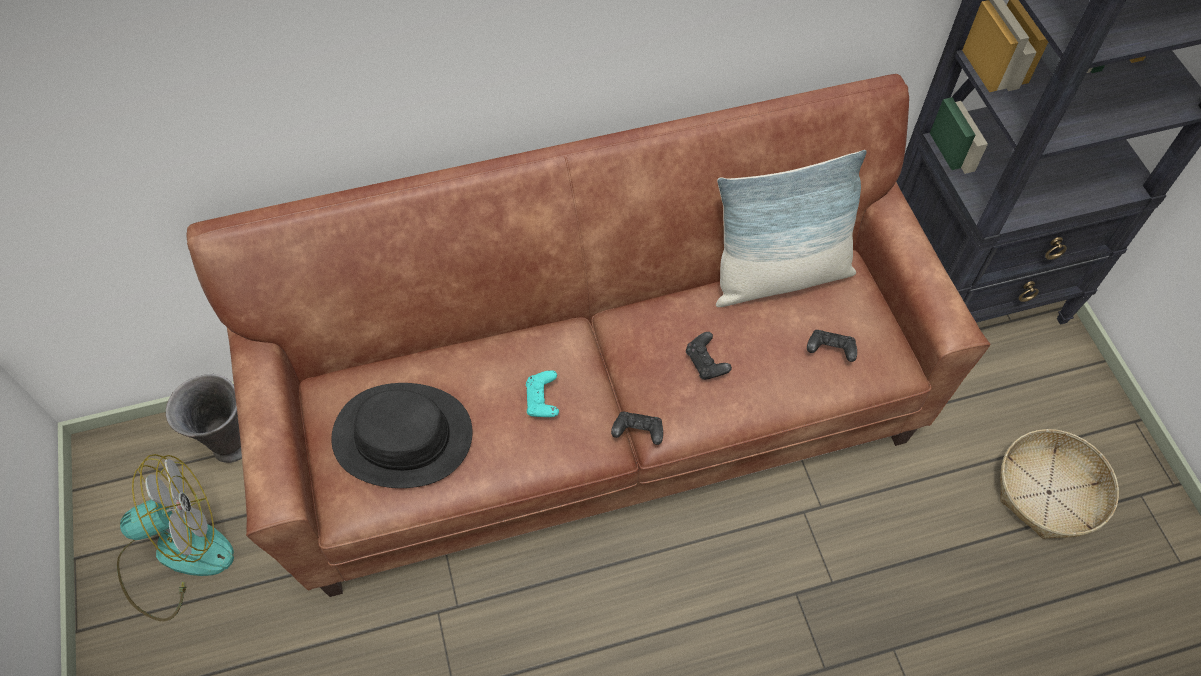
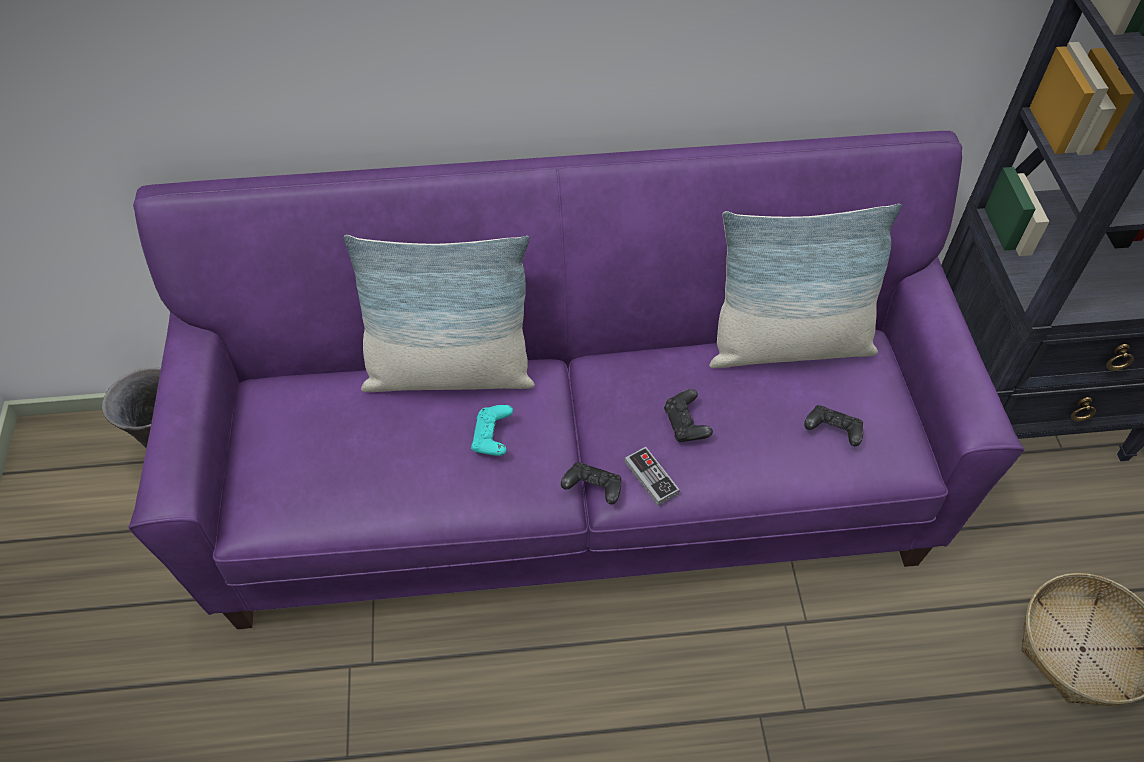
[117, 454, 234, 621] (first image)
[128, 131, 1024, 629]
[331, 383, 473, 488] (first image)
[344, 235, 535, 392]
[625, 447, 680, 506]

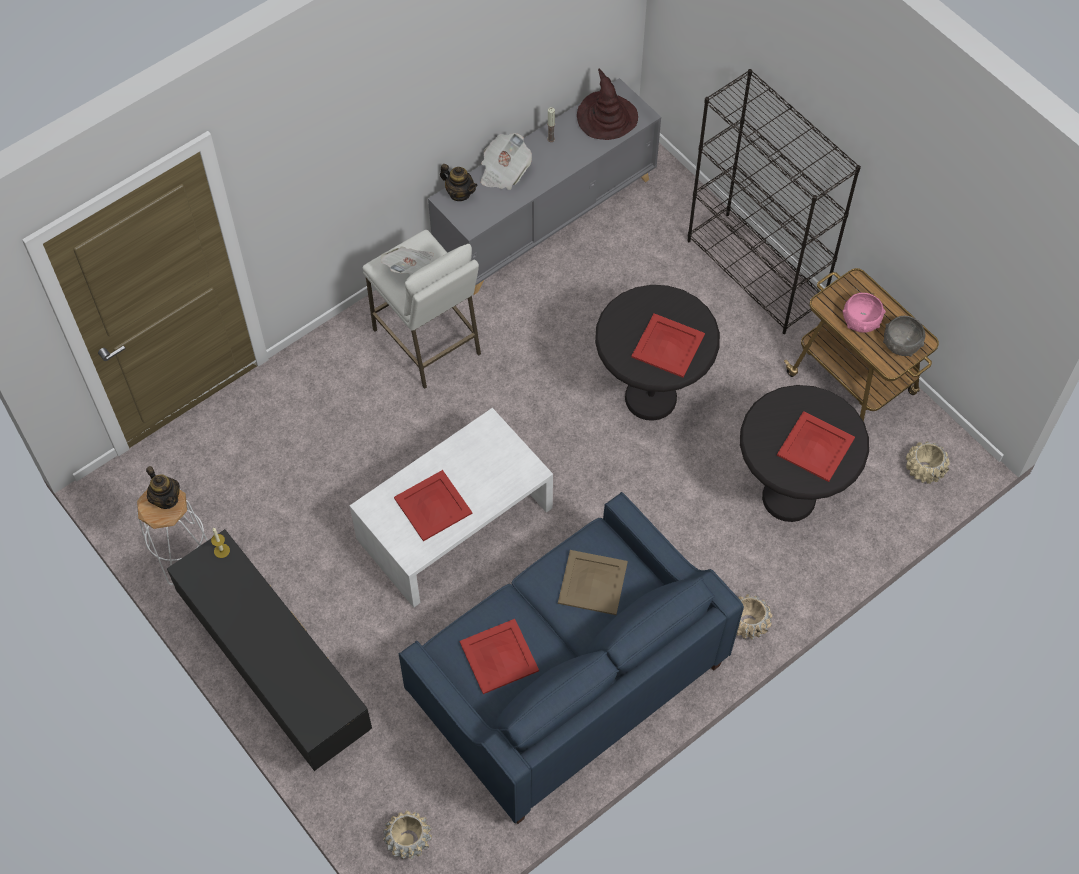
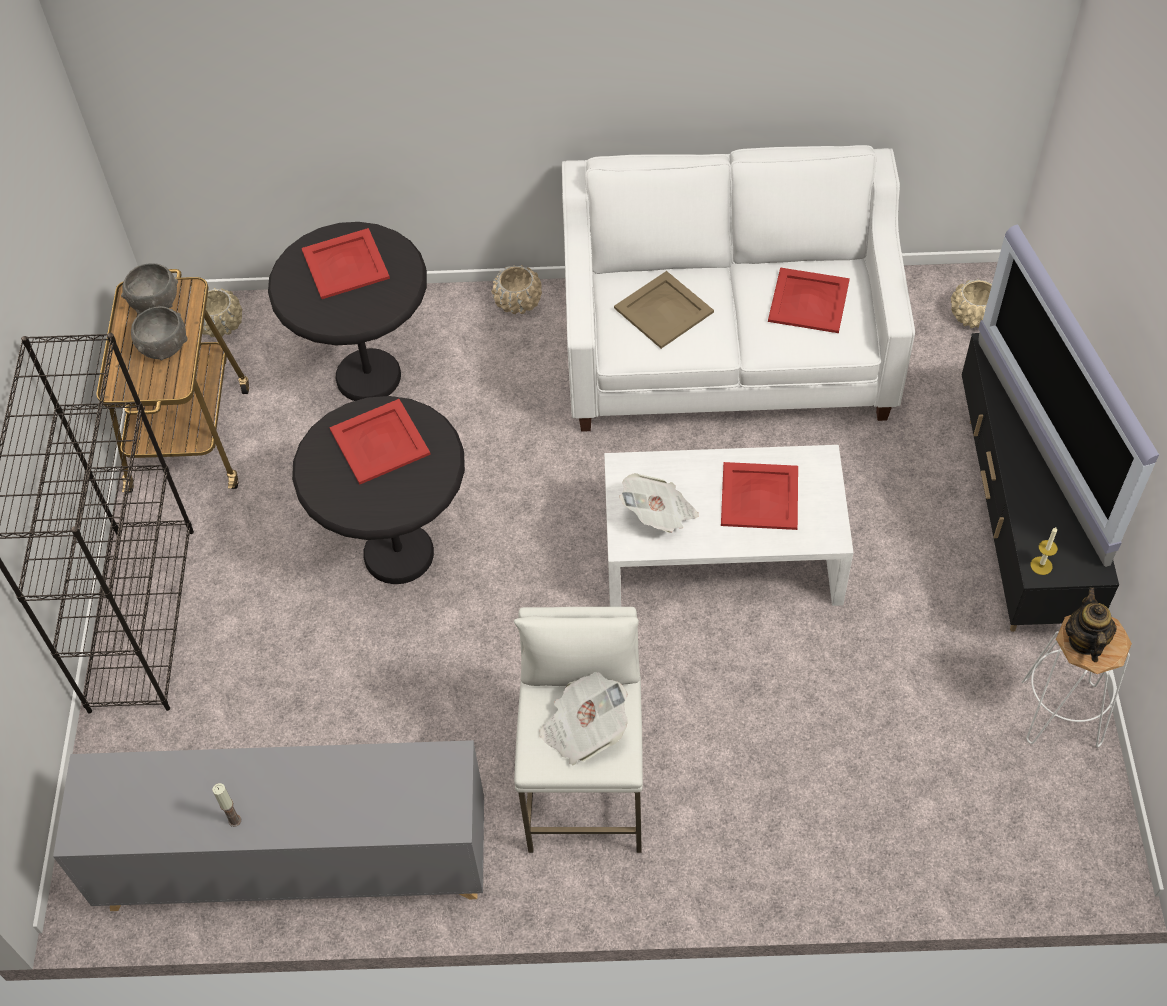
[562, 145, 915, 432]
[440, 164, 478, 201] (first image)
[619, 473, 699, 533]
[577, 68, 638, 140] (first image)
[131, 306, 188, 361]
[979, 224, 1159, 567]

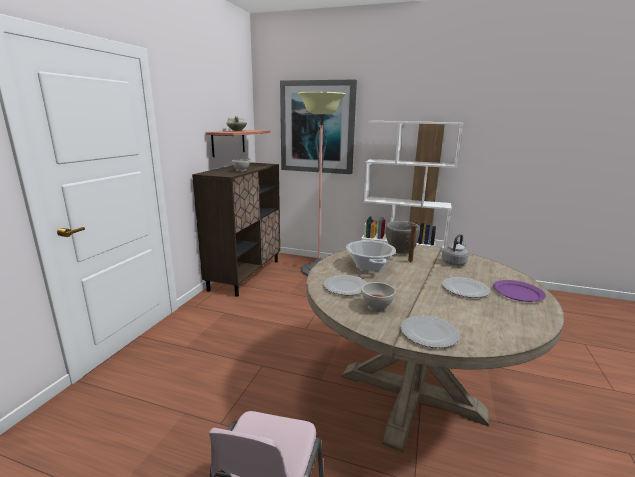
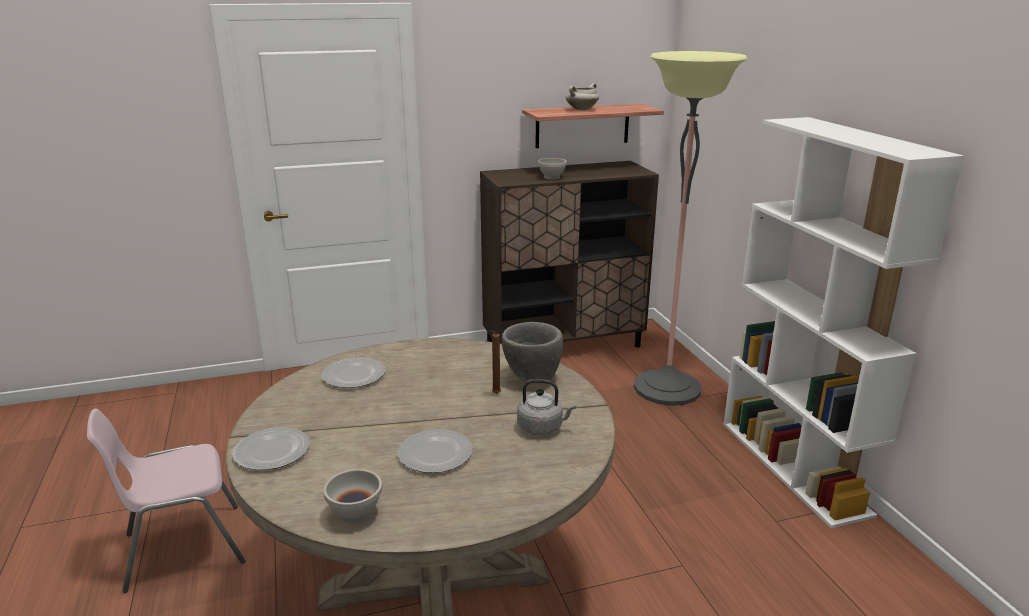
[280, 80, 357, 174] (first image)
[346, 240, 396, 271] (first image)
[323, 469, 382, 524]
[493, 280, 546, 302] (first image)

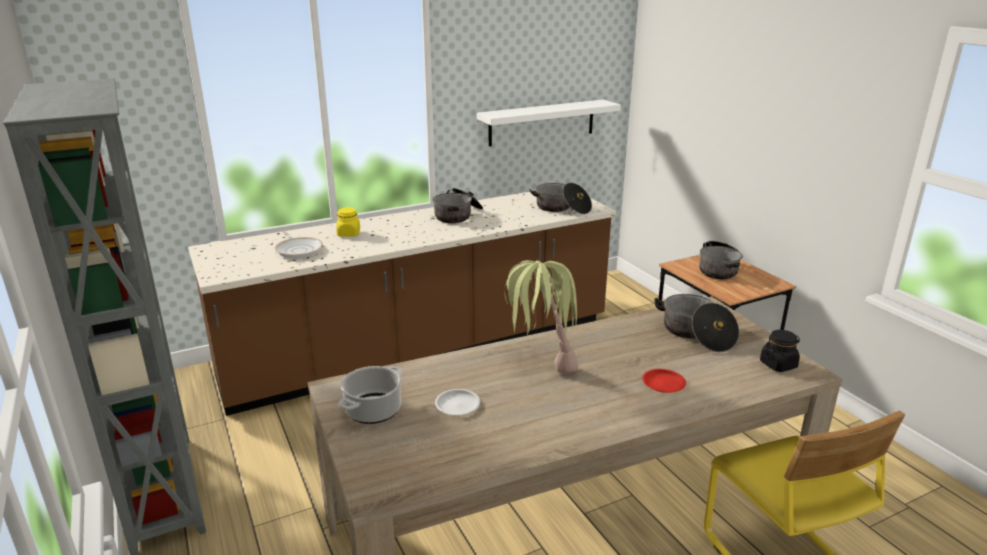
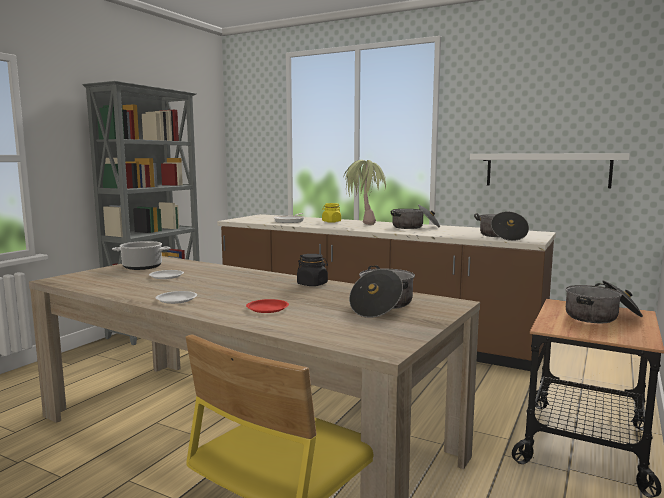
[343, 160, 386, 225]
[297, 254, 328, 286]
[156, 291, 197, 304]

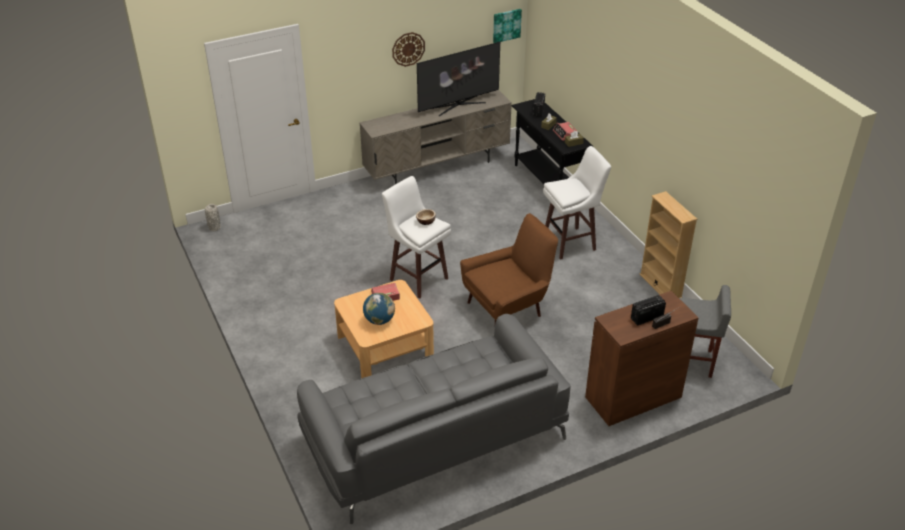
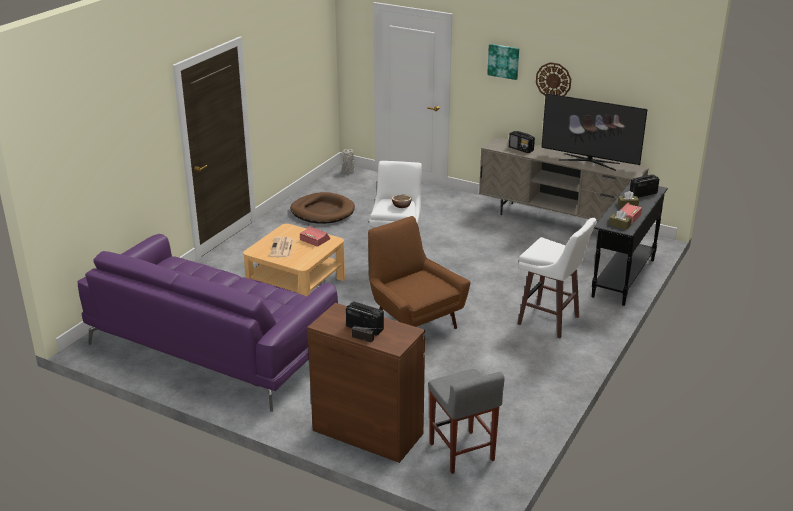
[77, 234, 338, 412]
[270, 237, 294, 257]
[368, 216, 470, 329]
[487, 44, 519, 80]
[639, 191, 697, 298] (first image)
[290, 192, 355, 224]
[509, 131, 535, 153]

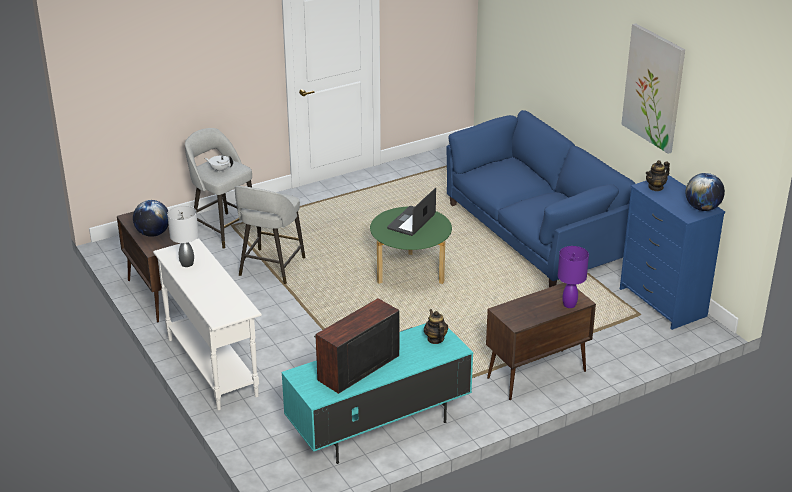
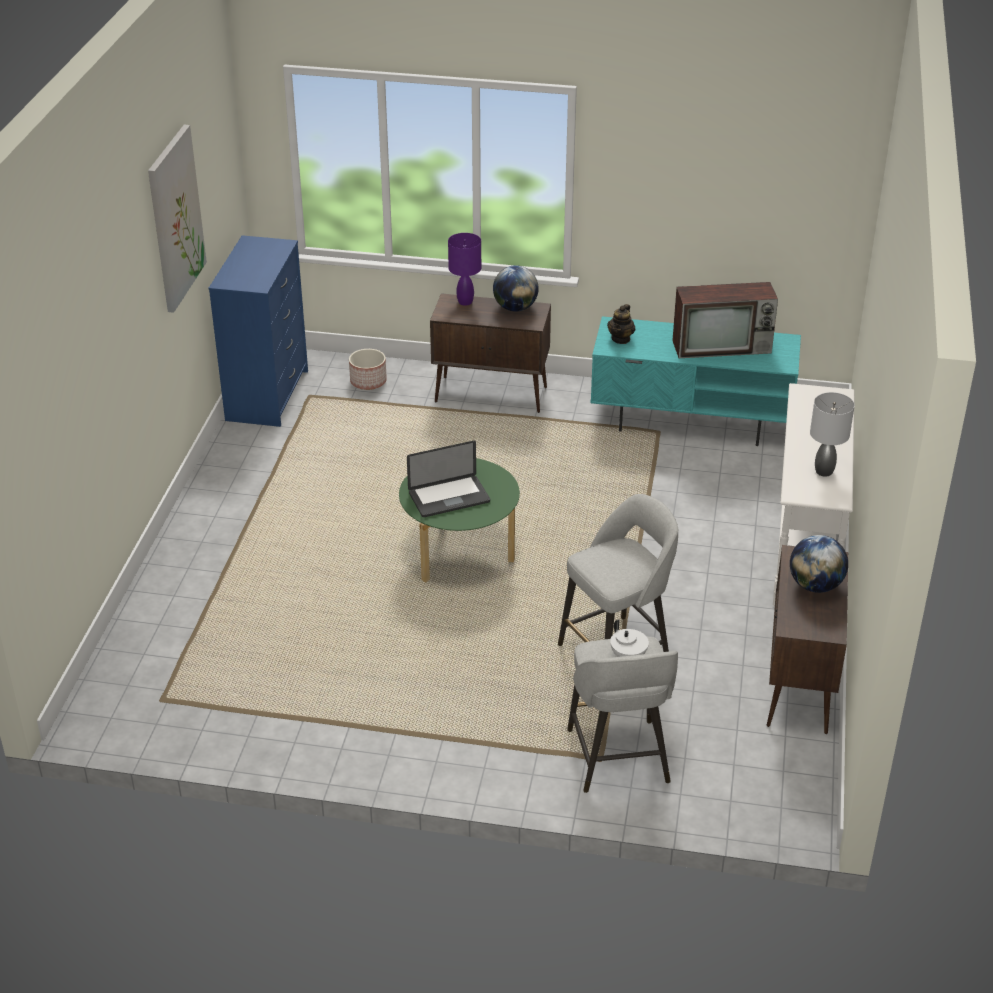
[446, 110, 636, 287] (first image)
[646, 160, 670, 191] (first image)
[493, 265, 539, 312]
[349, 349, 387, 390]

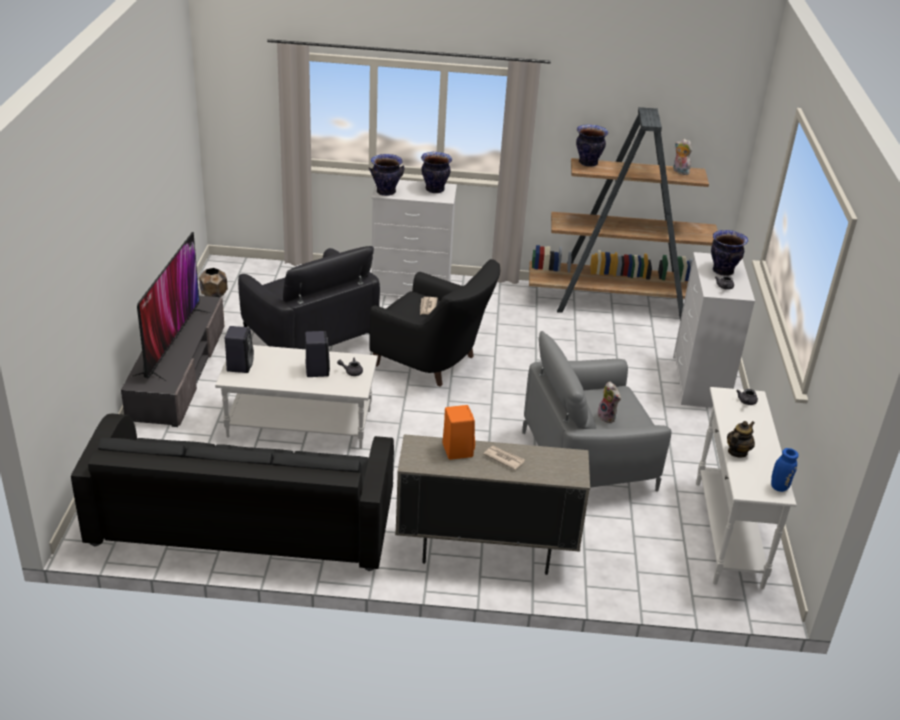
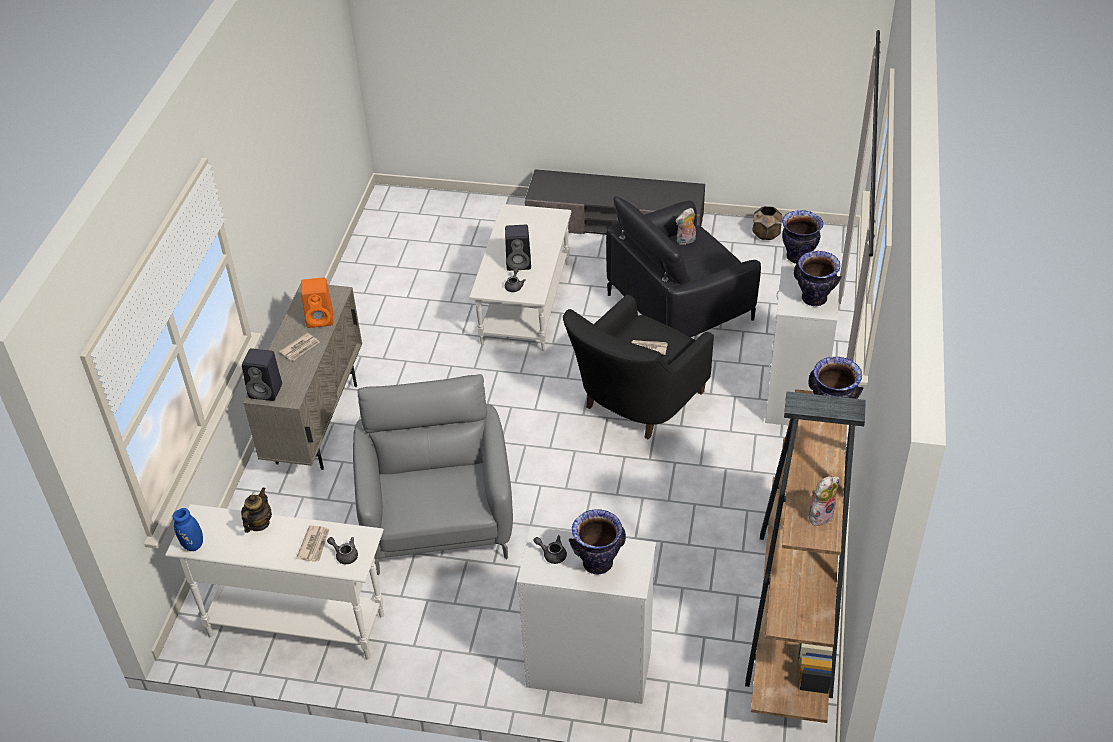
[71, 413, 394, 571] (first image)
[133, 232, 210, 381] (first image)
[242, 348, 282, 401]
[675, 208, 696, 245]
[241, 487, 272, 533]
[296, 525, 330, 562]

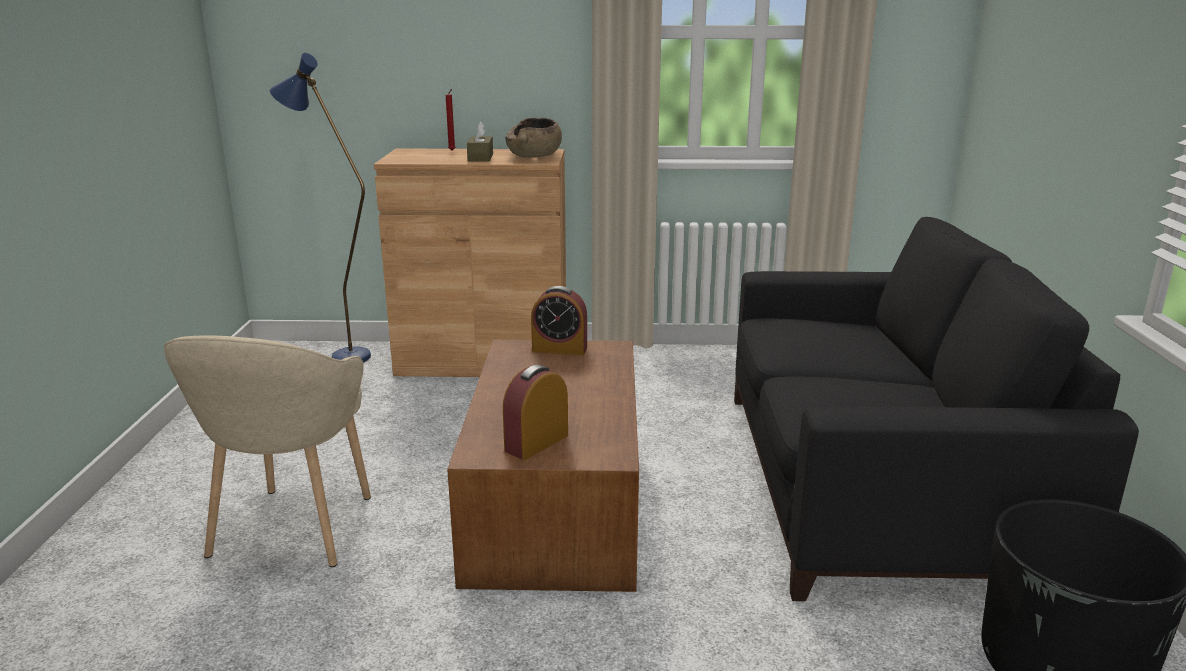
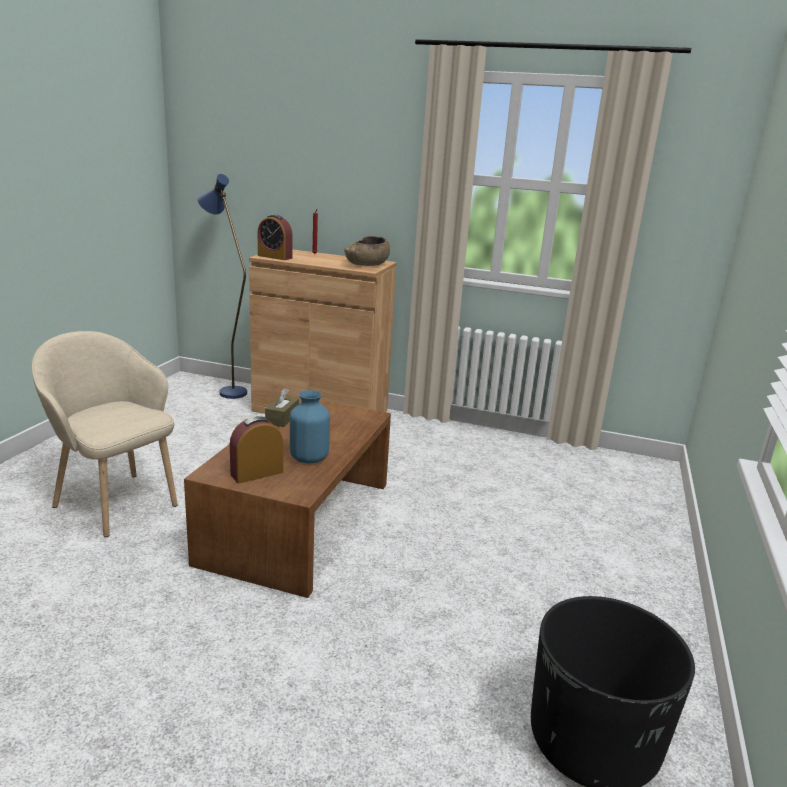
[32, 331, 178, 537]
[265, 389, 299, 427]
[258, 214, 293, 260]
[734, 217, 1139, 601] (first image)
[290, 390, 330, 464]

